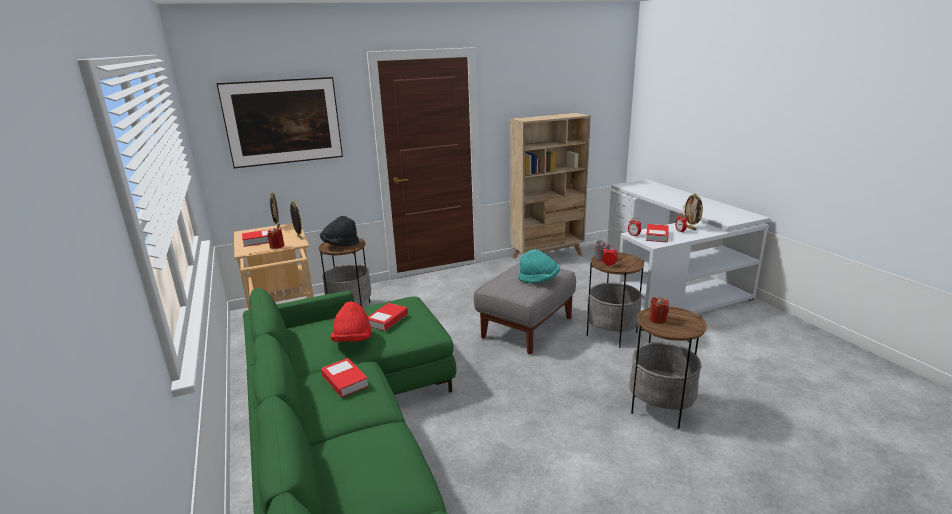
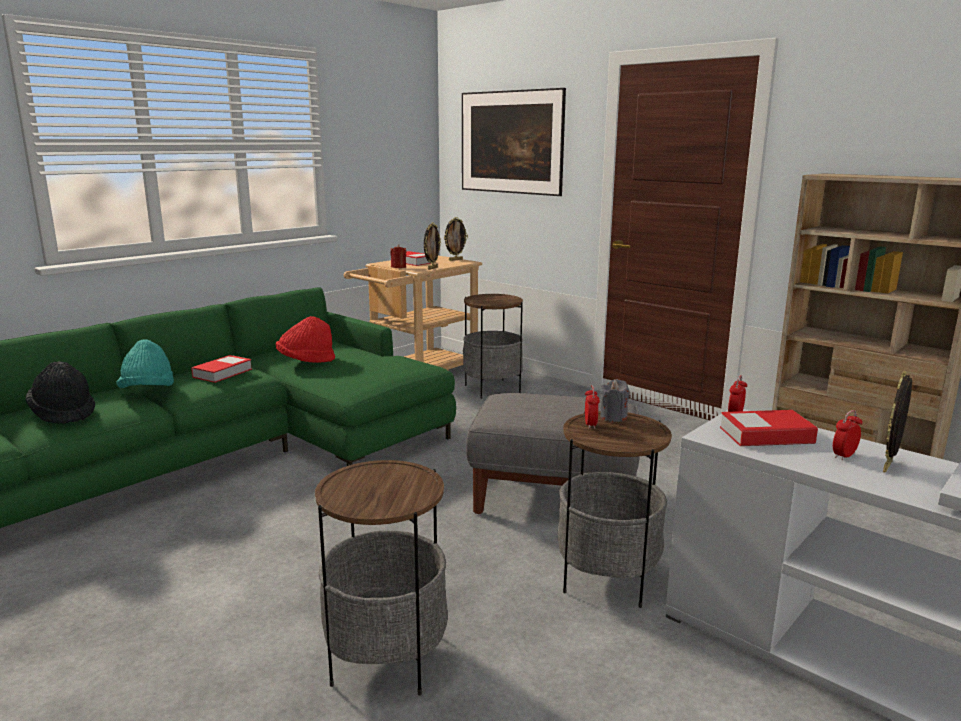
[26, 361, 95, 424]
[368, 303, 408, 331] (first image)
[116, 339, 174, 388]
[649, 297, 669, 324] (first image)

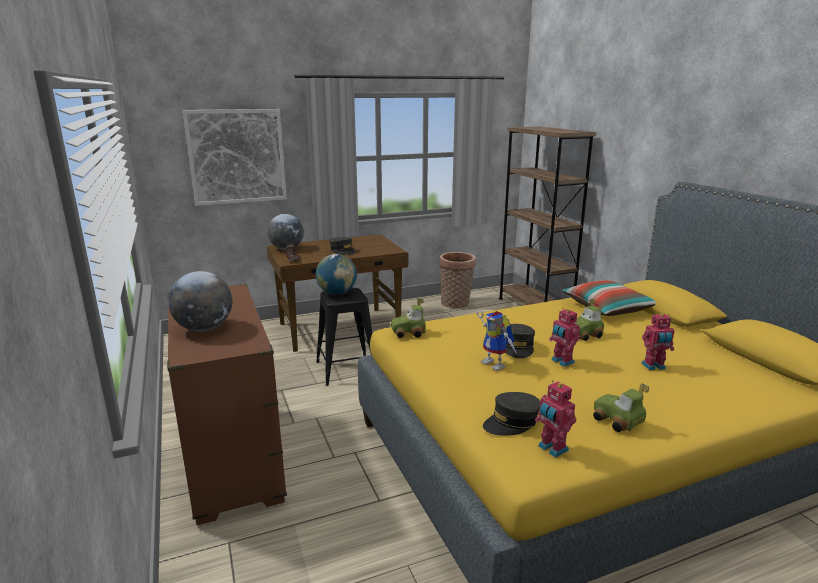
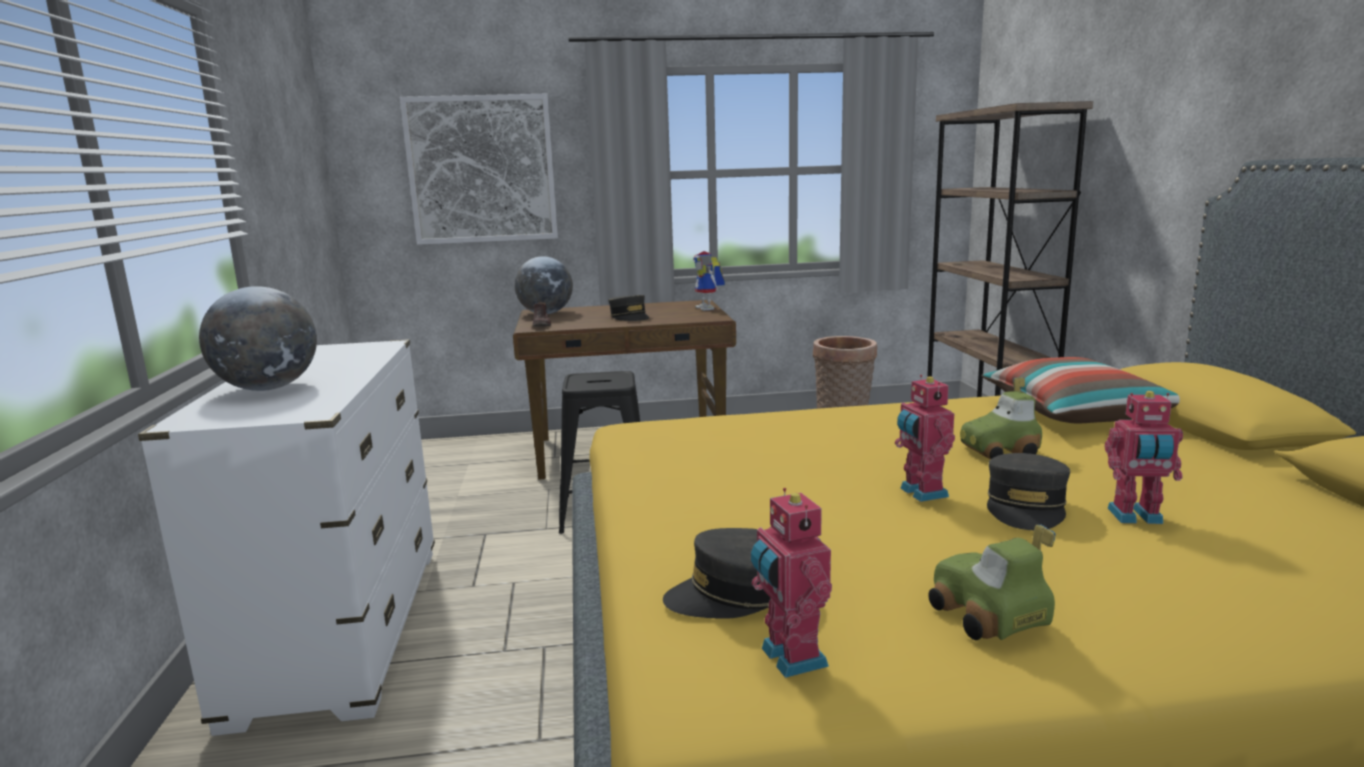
[138, 339, 435, 736]
[316, 254, 357, 295] (first image)
[391, 298, 426, 338] (first image)
[693, 251, 725, 311]
[987, 453, 1070, 530]

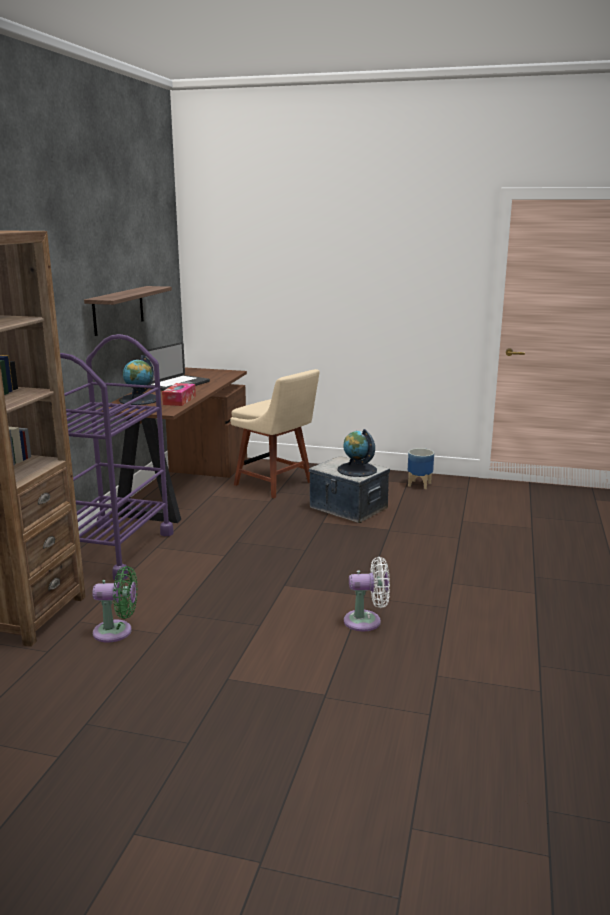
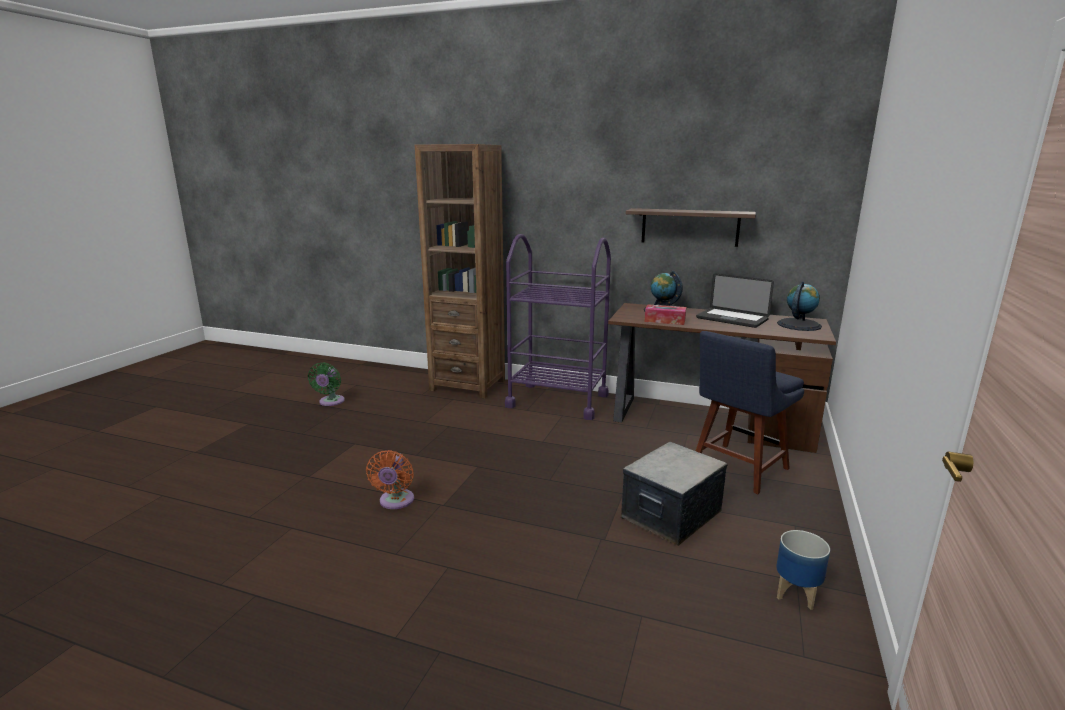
[308, 362, 345, 406]
[696, 331, 804, 494]
[777, 281, 822, 331]
[366, 450, 414, 509]

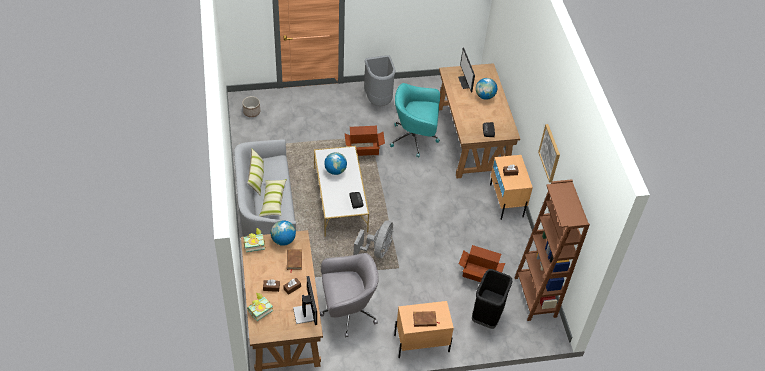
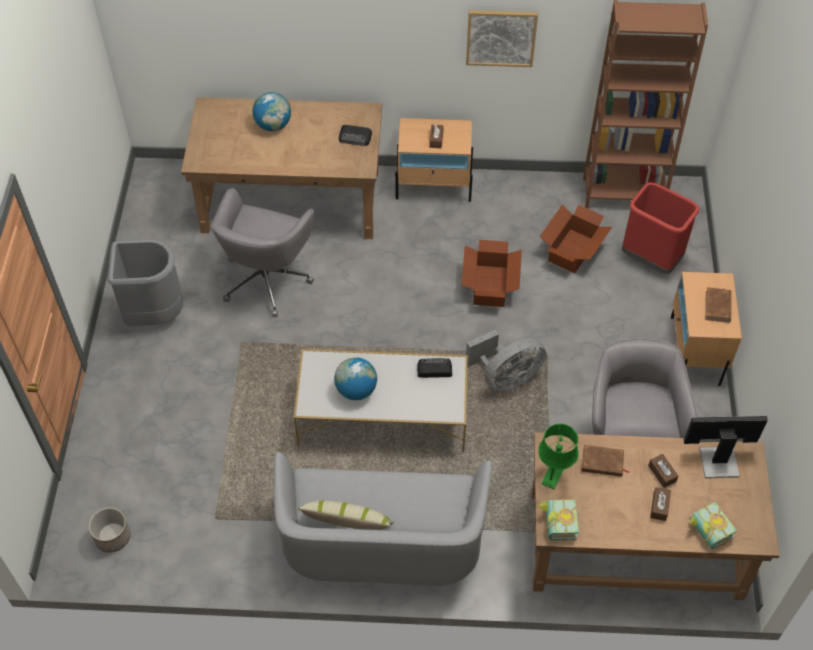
[259, 179, 287, 217] (first image)
[538, 423, 579, 489]
[461, 240, 522, 307]
[466, 330, 546, 391]
[211, 188, 315, 317]
[458, 48, 475, 92] (first image)
[622, 182, 699, 274]

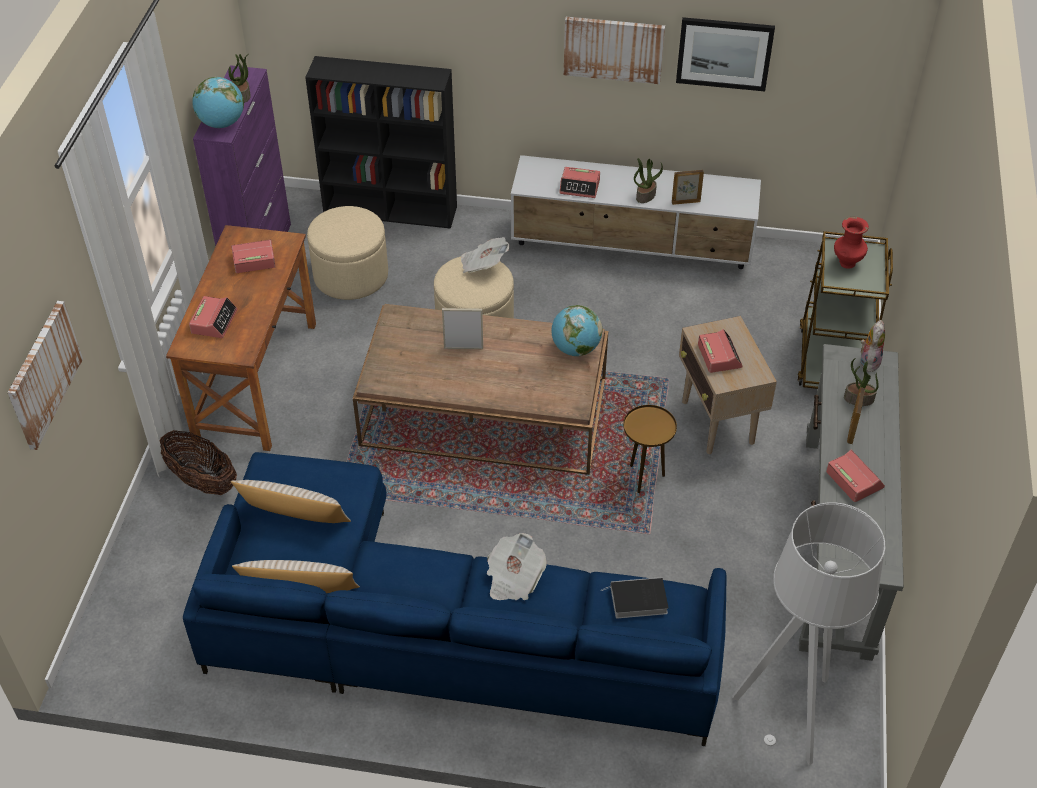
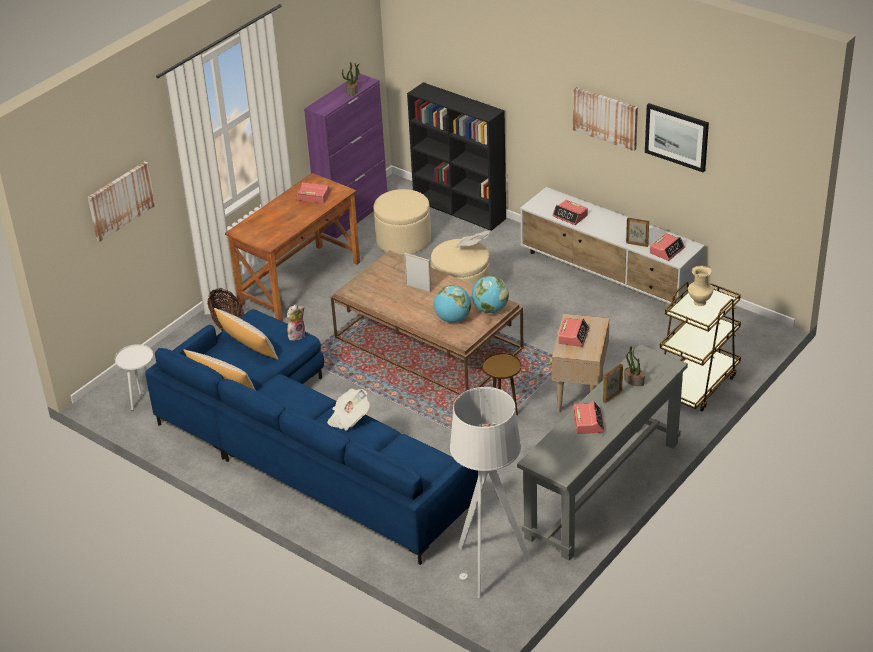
[650, 233, 685, 261]
[434, 285, 471, 323]
[601, 577, 669, 618] (first image)
[634, 158, 663, 203] (first image)
[688, 265, 713, 306]
[287, 305, 305, 341]
[115, 344, 153, 411]

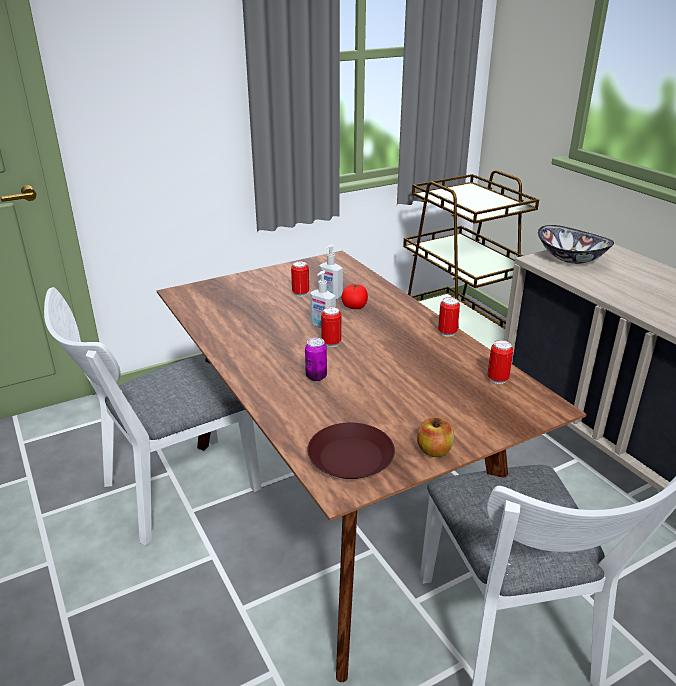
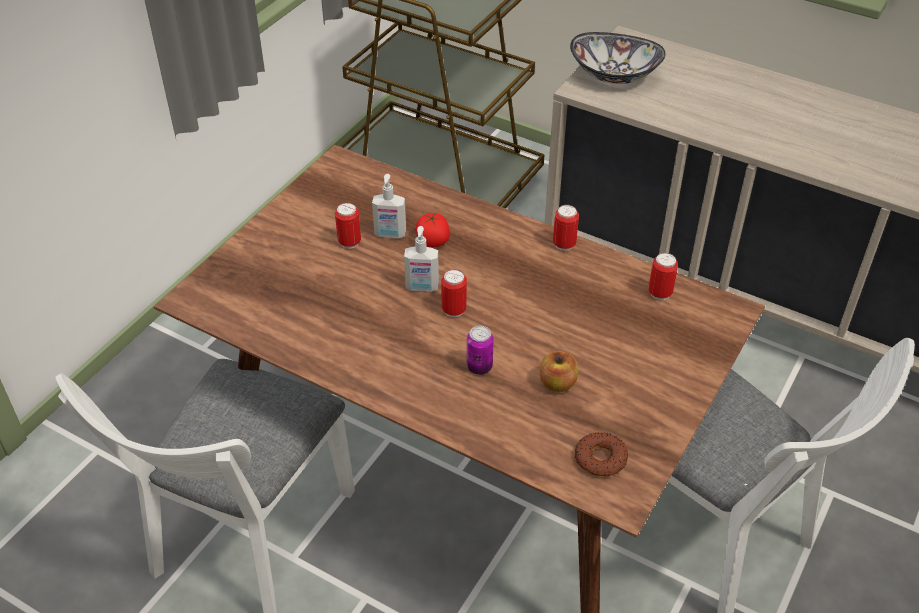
[575, 432, 628, 477]
[540, 351, 578, 392]

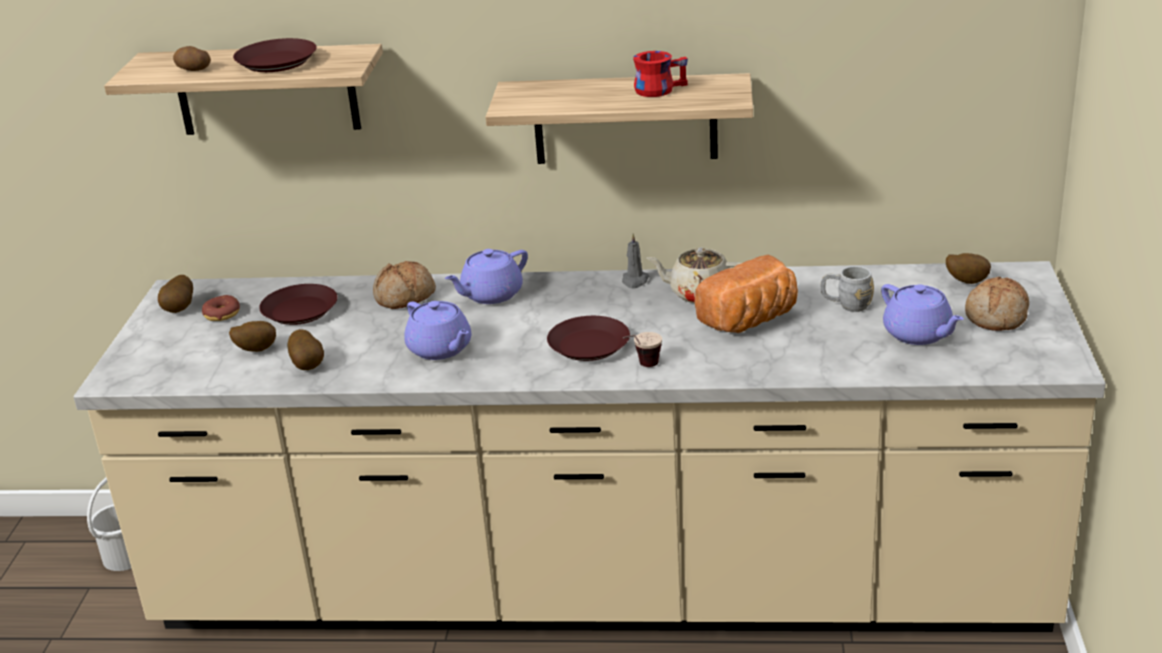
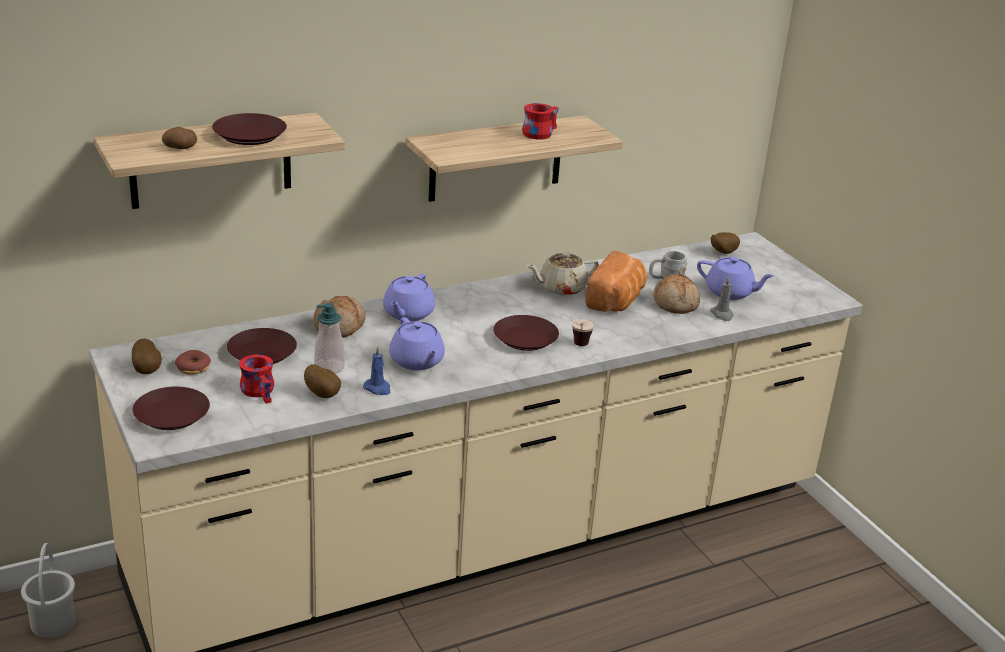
[239, 354, 274, 404]
[389, 317, 445, 370]
[710, 276, 734, 321]
[653, 274, 700, 314]
[133, 387, 210, 430]
[314, 303, 345, 373]
[363, 346, 390, 395]

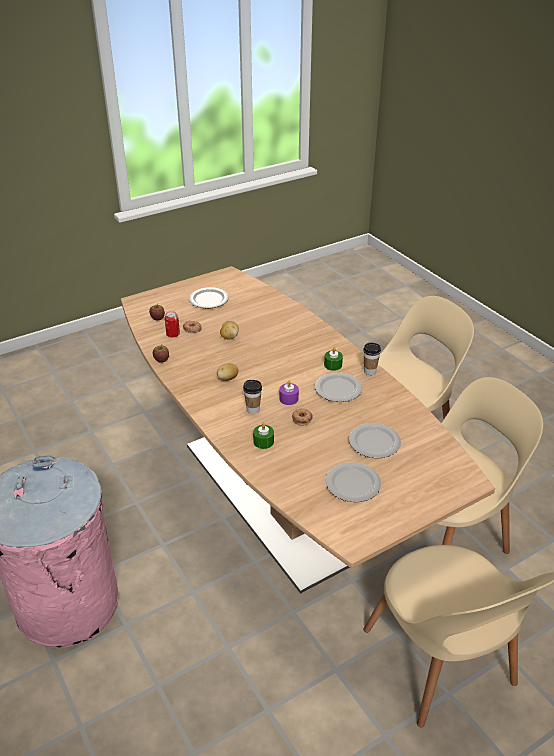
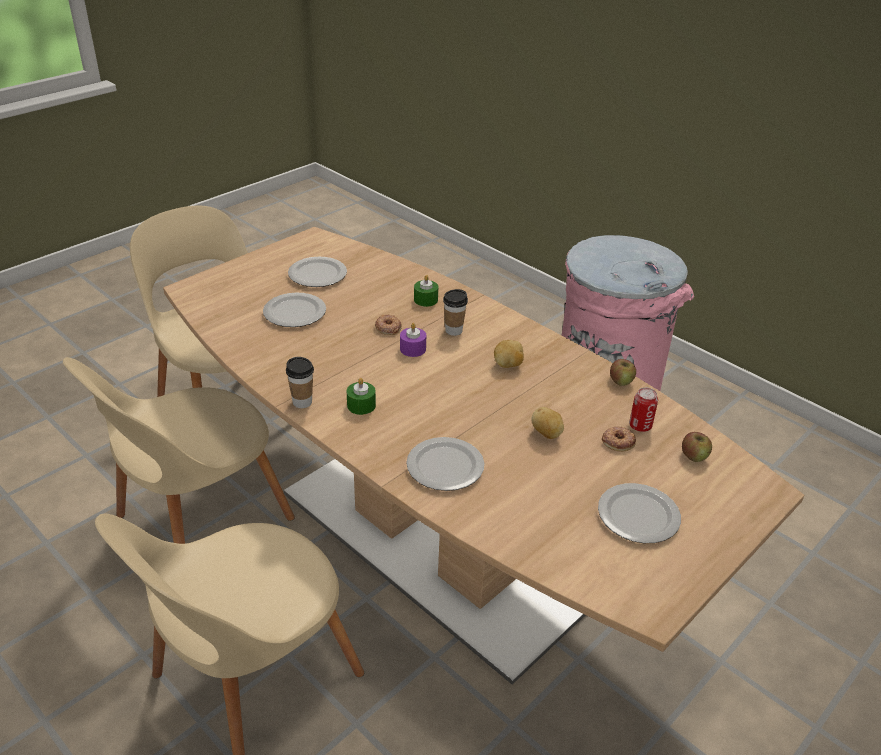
[406, 437, 484, 491]

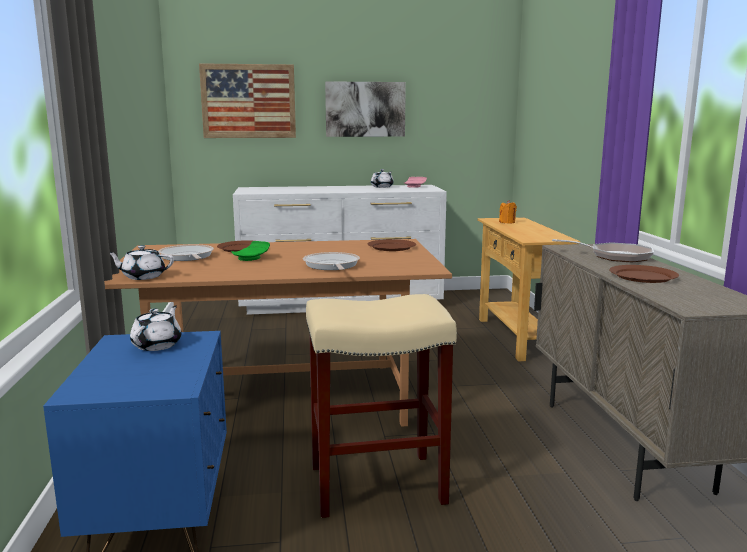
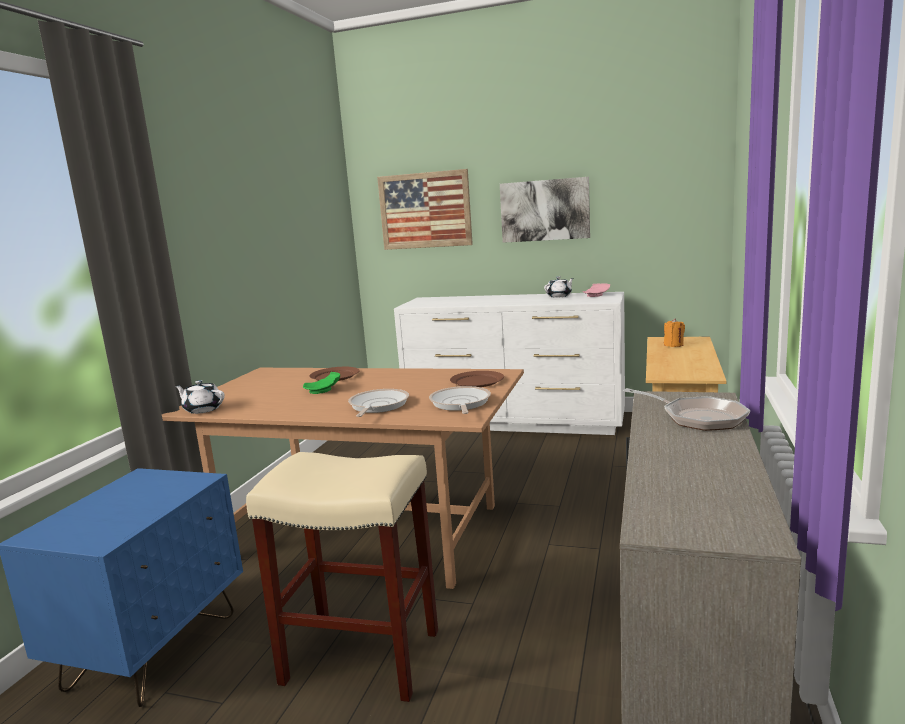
[130, 306, 182, 351] (first image)
[429, 386, 491, 414]
[609, 265, 679, 283] (first image)

